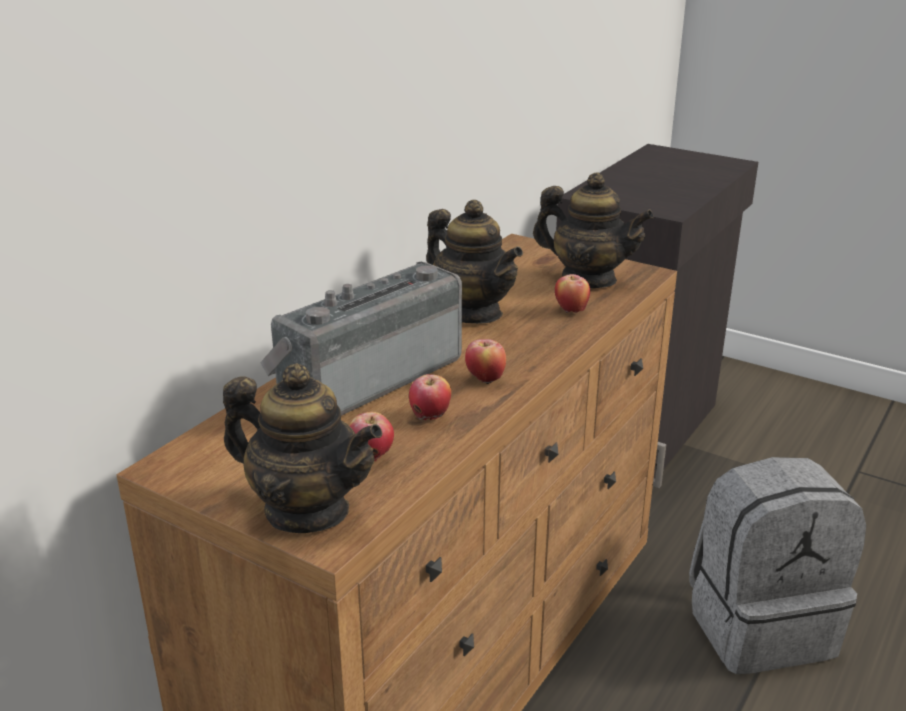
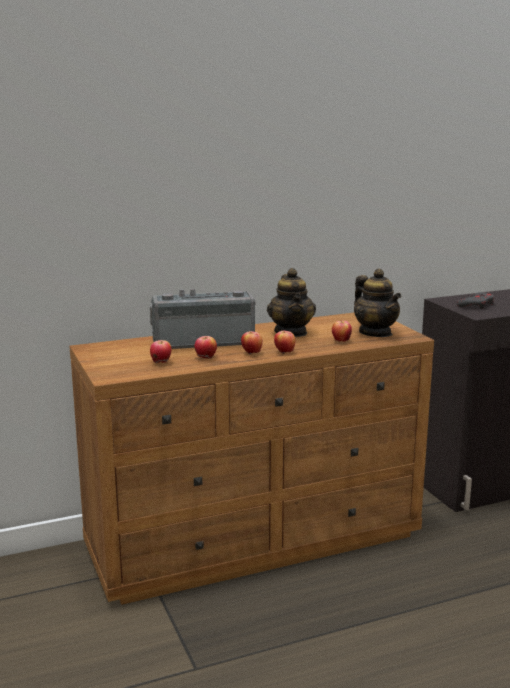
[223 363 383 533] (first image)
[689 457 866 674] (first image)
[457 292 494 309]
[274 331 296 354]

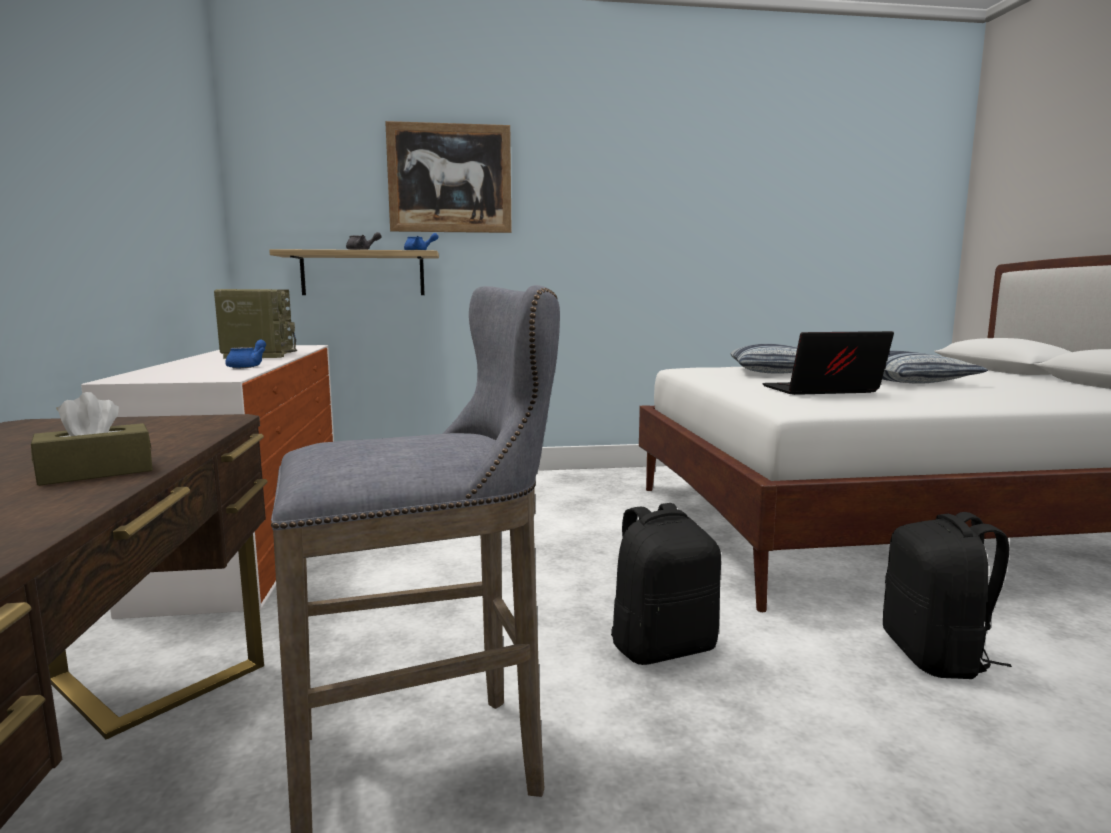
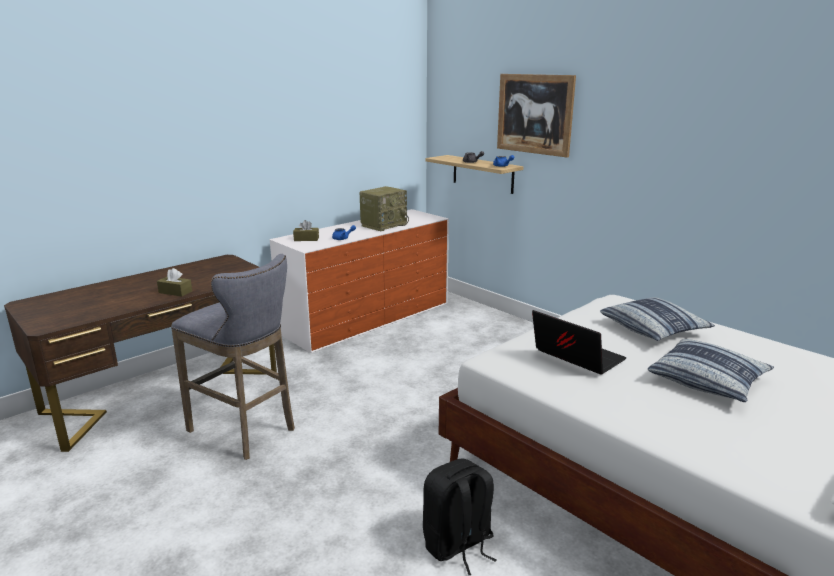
[611 503 721 665] (first image)
[293 220 319 241]

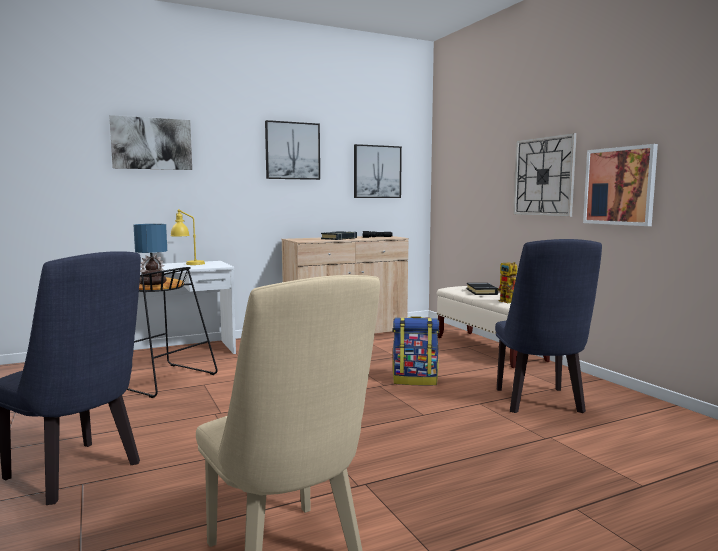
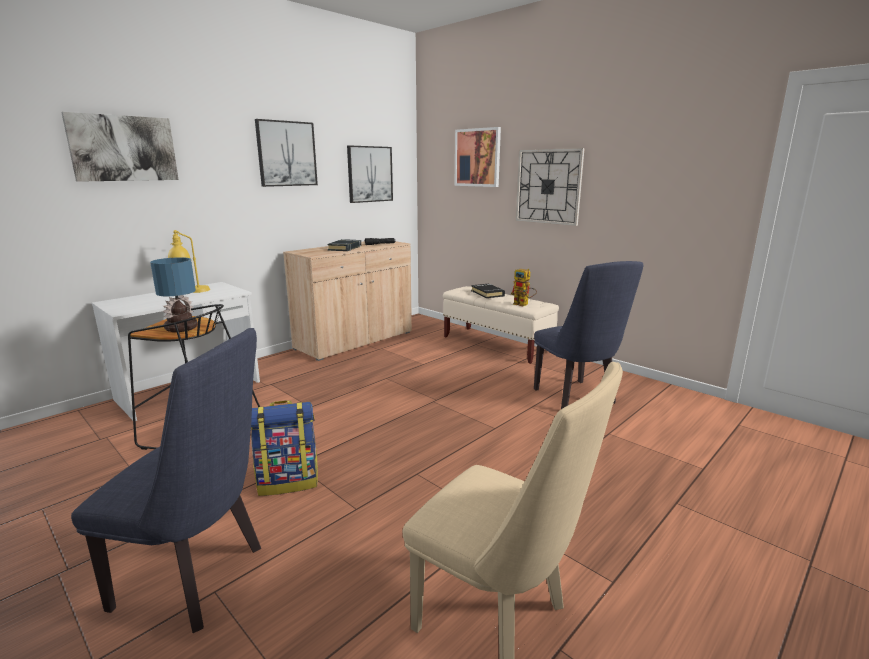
[454 127 501 187]
[251 400 318 496]

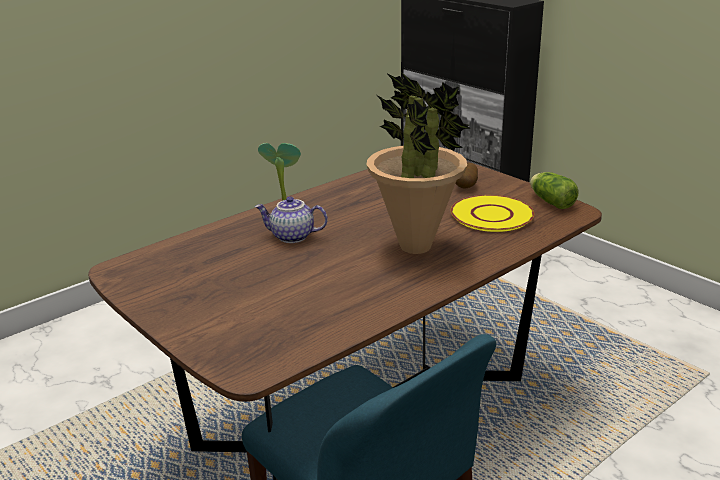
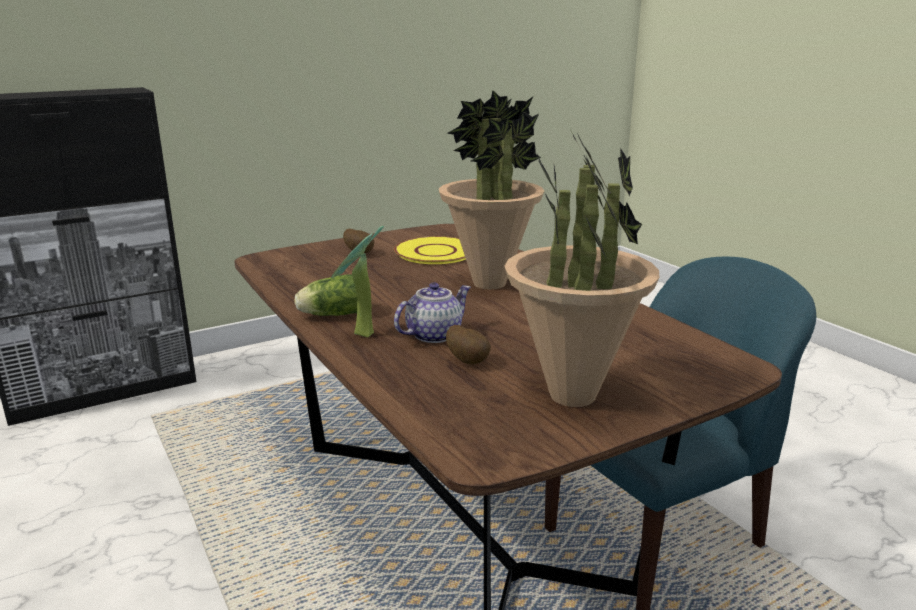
[294 274 357 316]
[394 282 471 343]
[504 129 659 407]
[446 325 491 365]

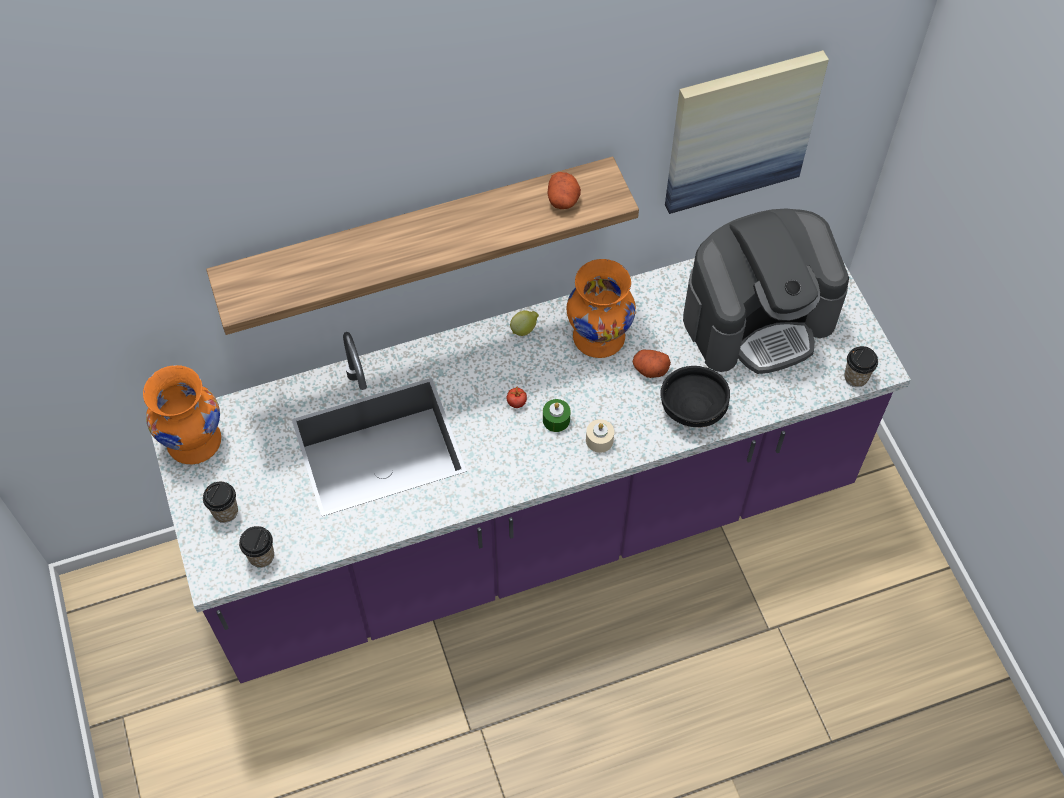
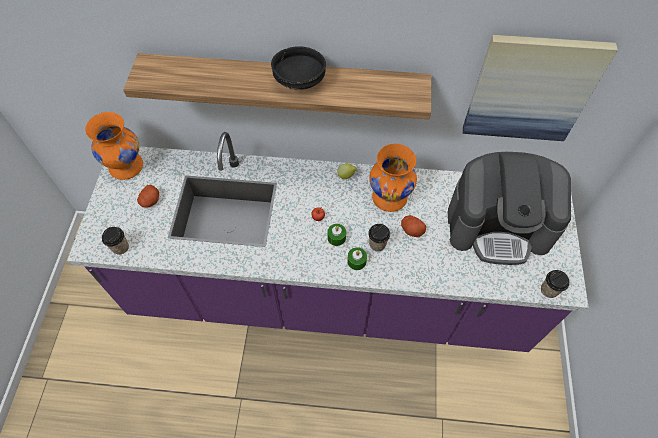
[137 185 159 208]
[271 46 326 90]
[347 247 367 270]
[368 224 390 252]

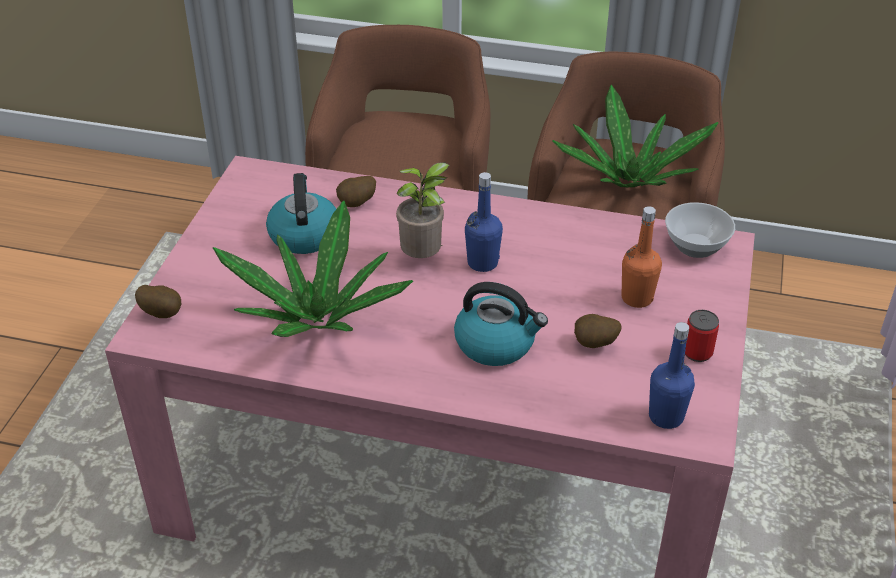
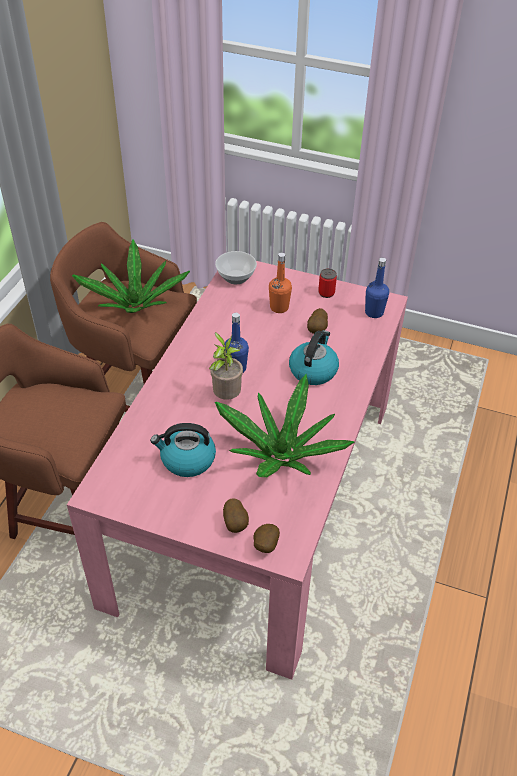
[223 498 249 533]

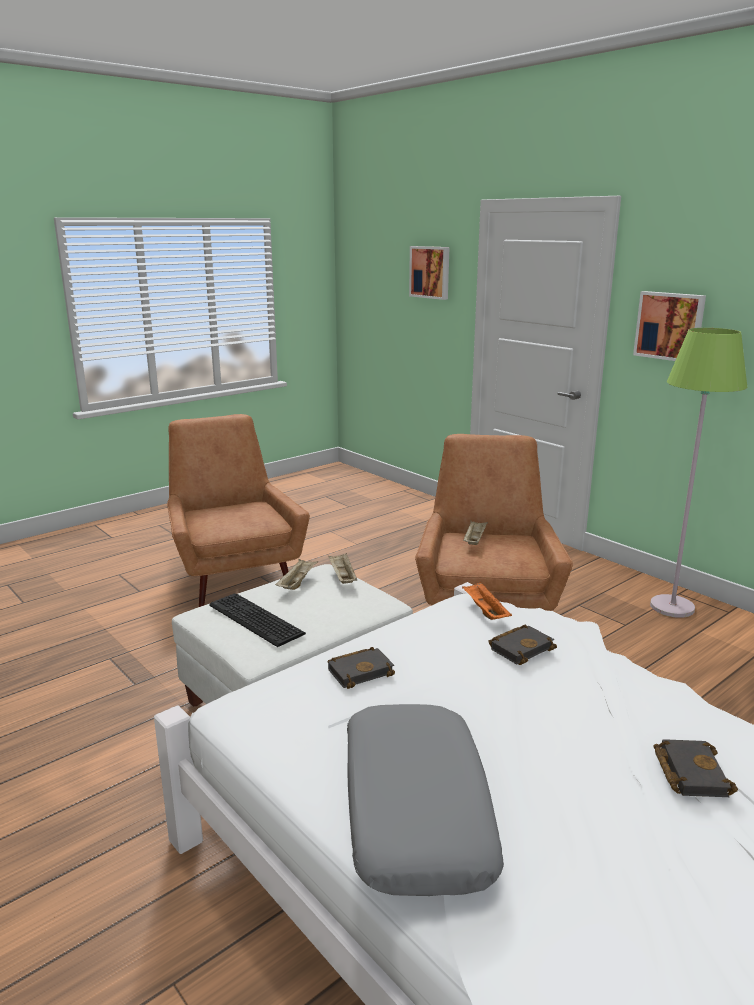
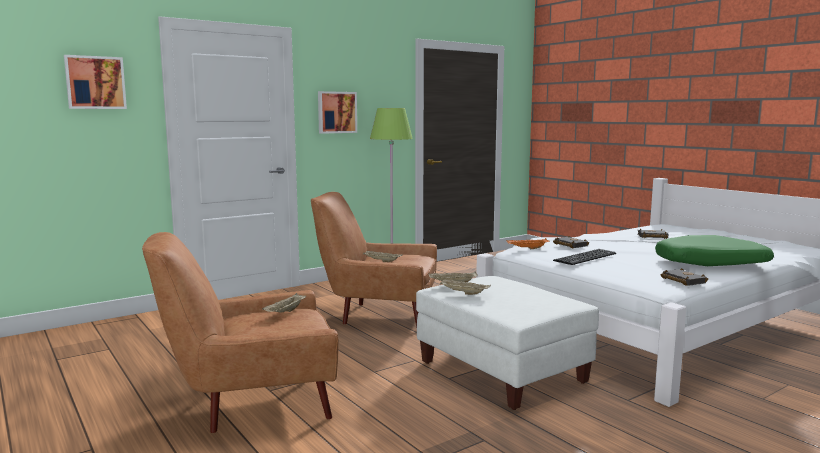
[553 249 616 265]
[661 268 708 286]
[655 235 774 266]
[262 293 306 312]

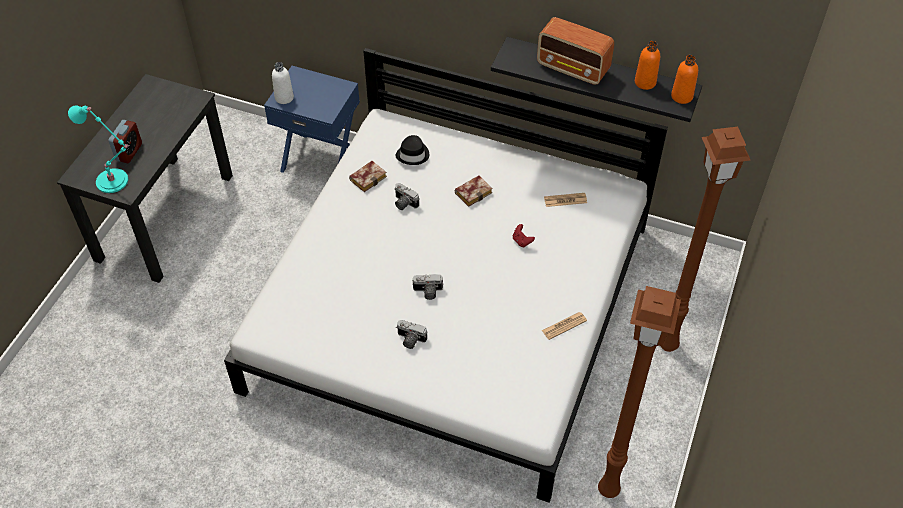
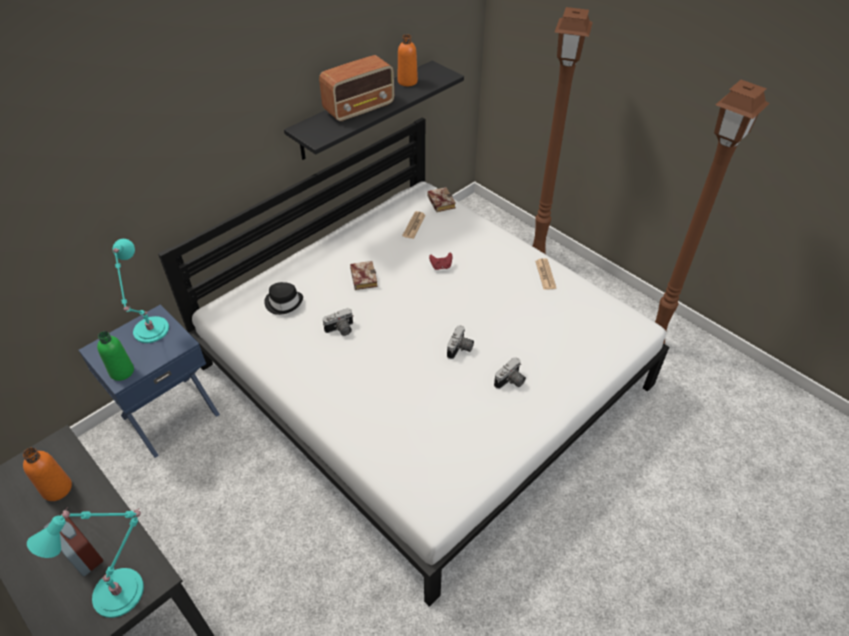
[23 447 72 501]
[97 331 134 381]
[427 187 456 212]
[113 239 169 343]

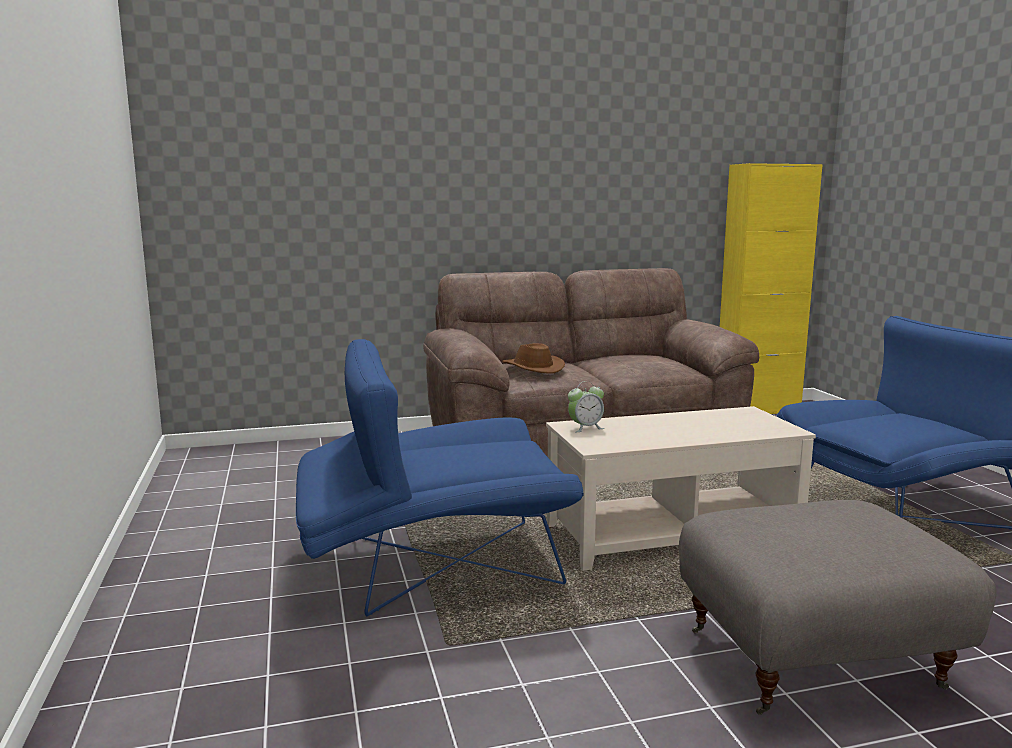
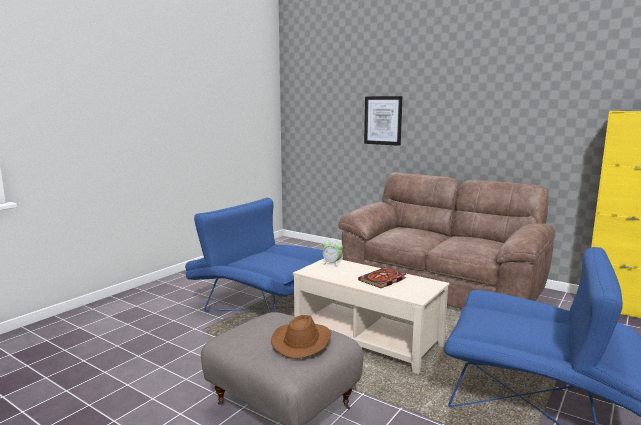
[271 315 331 359]
[364 96 402 146]
[358 267 406 288]

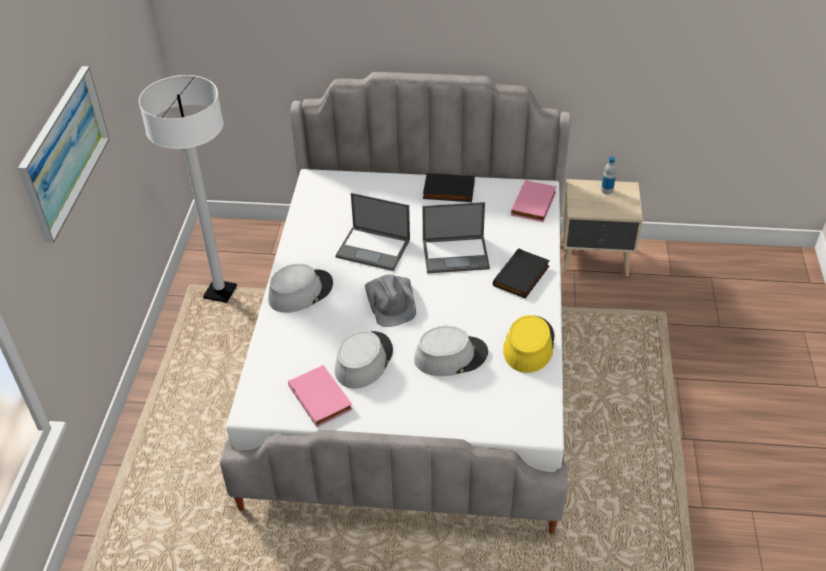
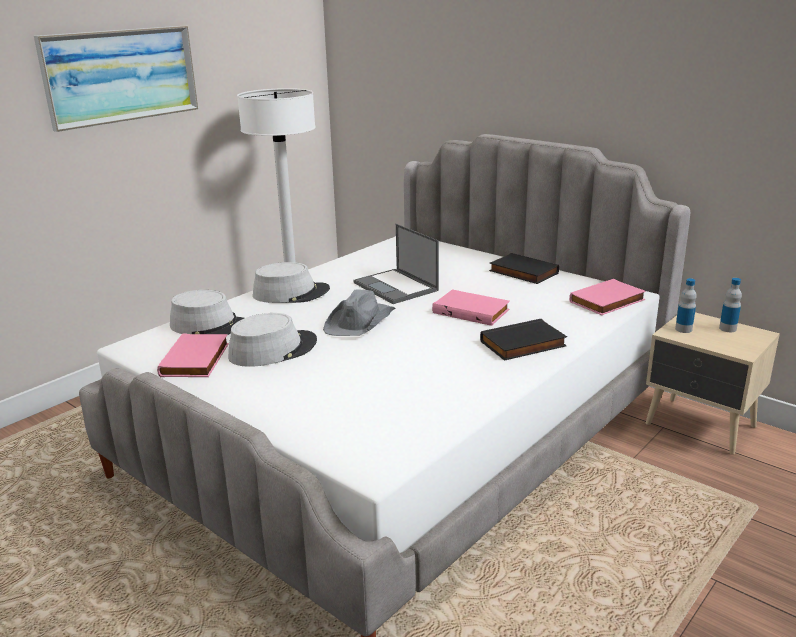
[432 289 510 326]
[503 315 554 373] (first image)
[170 290 244 335]
[675 278 697 333]

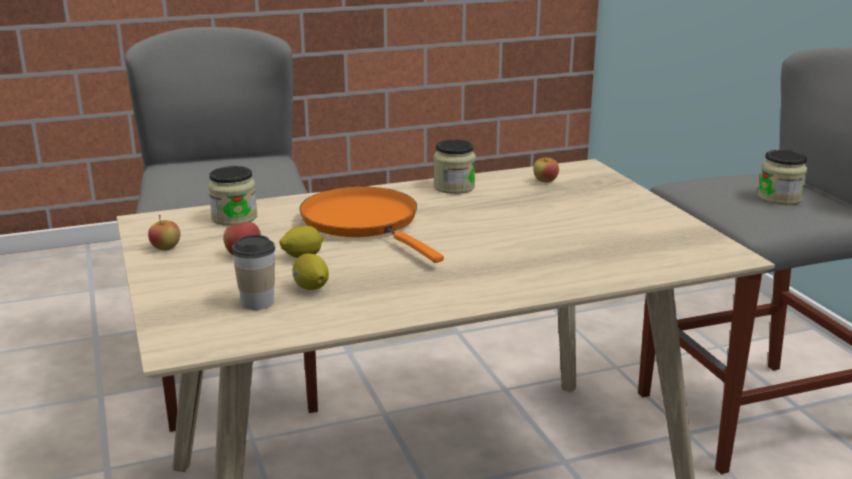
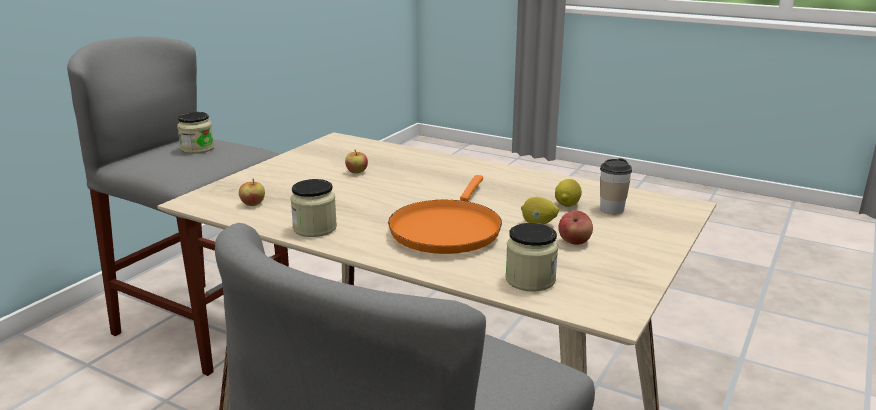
[345 150 368 174]

